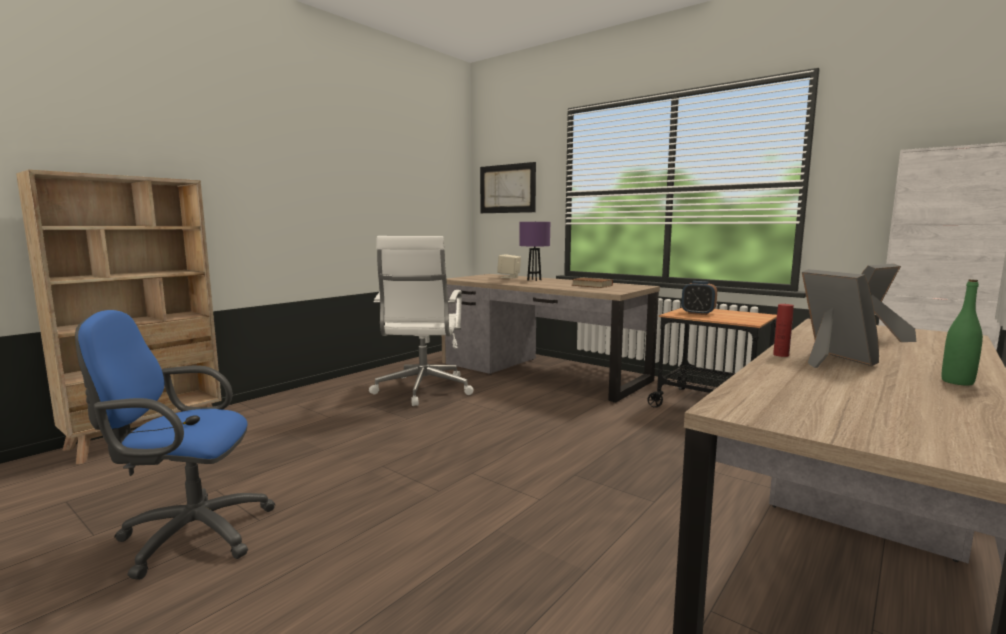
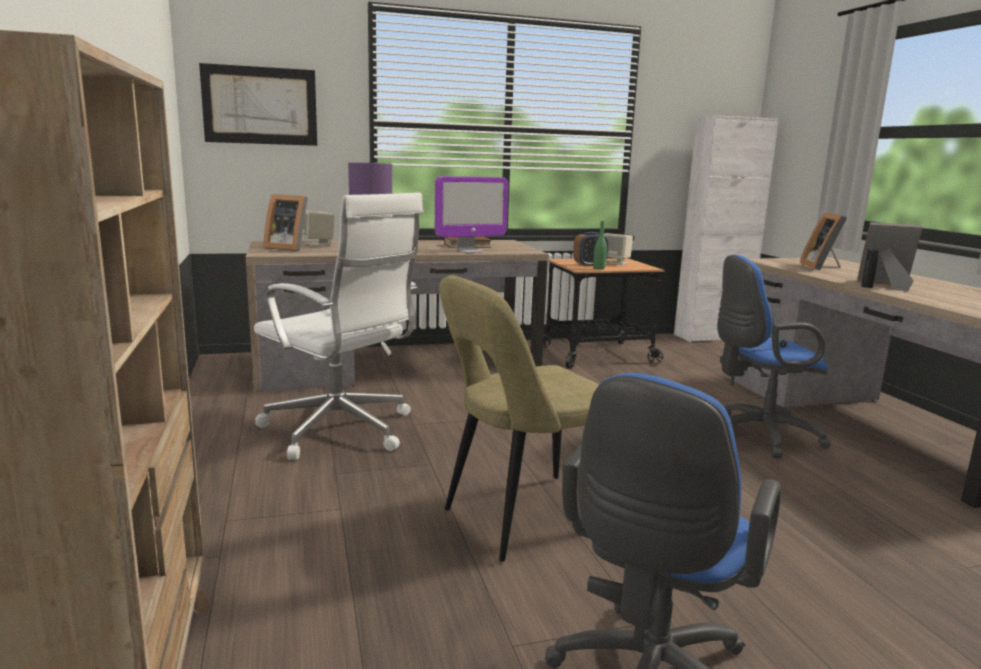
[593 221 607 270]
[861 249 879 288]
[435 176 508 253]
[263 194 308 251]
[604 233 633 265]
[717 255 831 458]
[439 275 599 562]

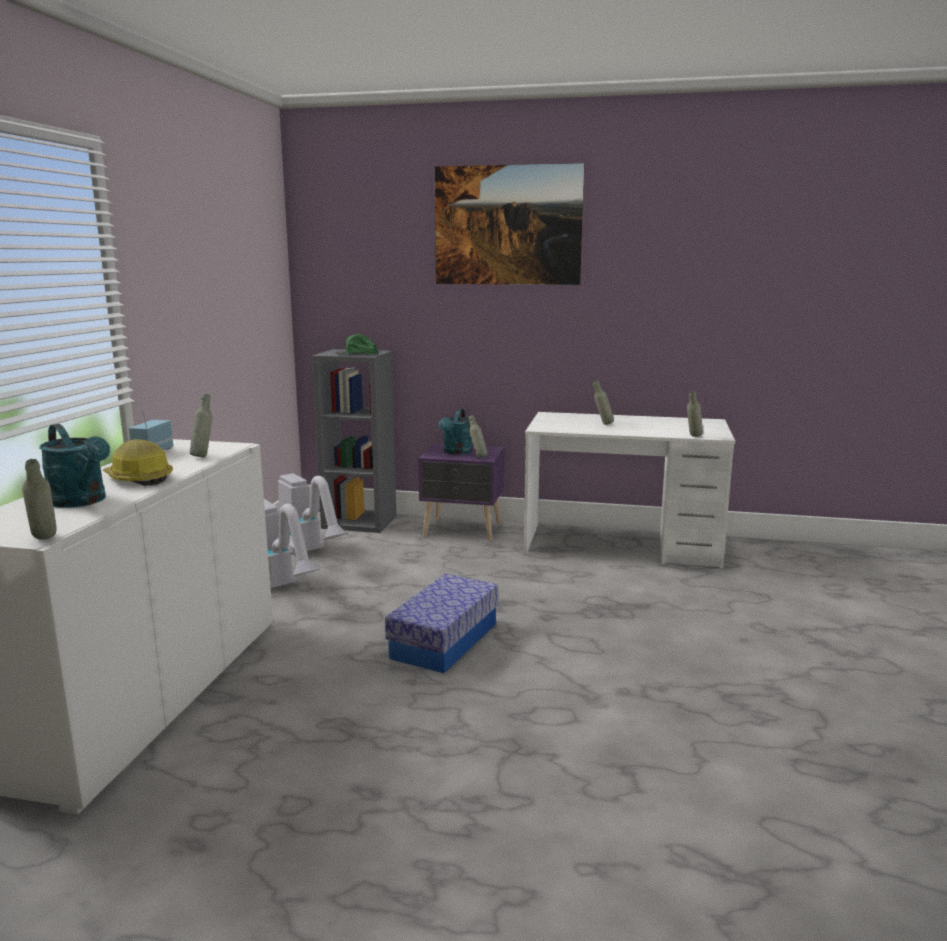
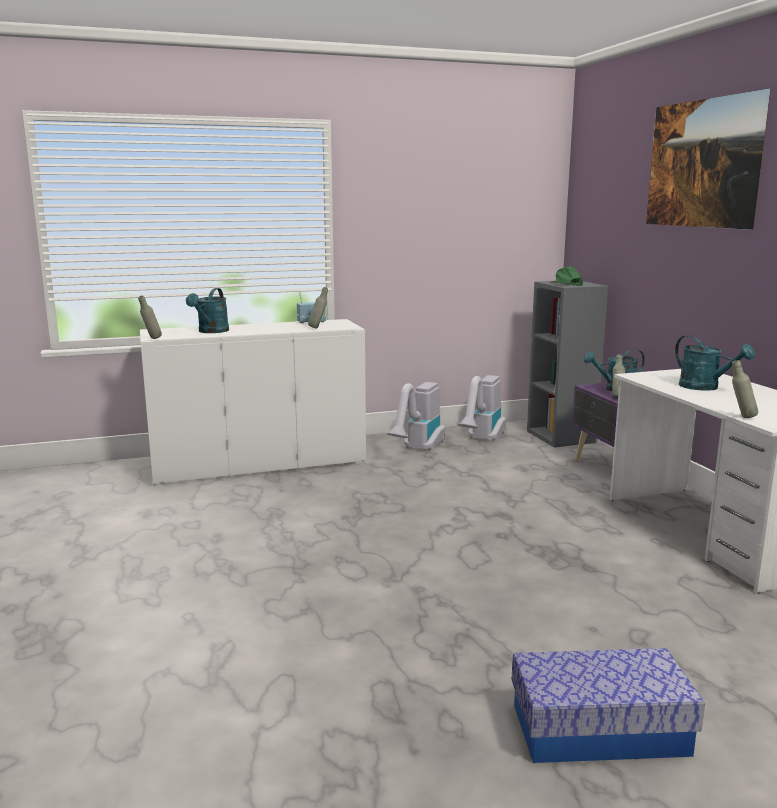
[675 335 755 391]
[103 439 173 486] (first image)
[512 648 705 763]

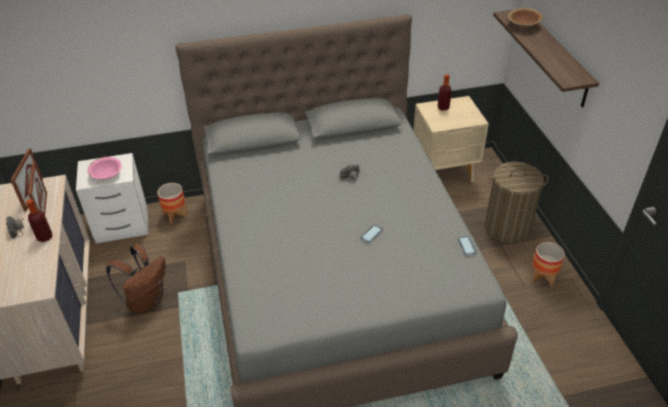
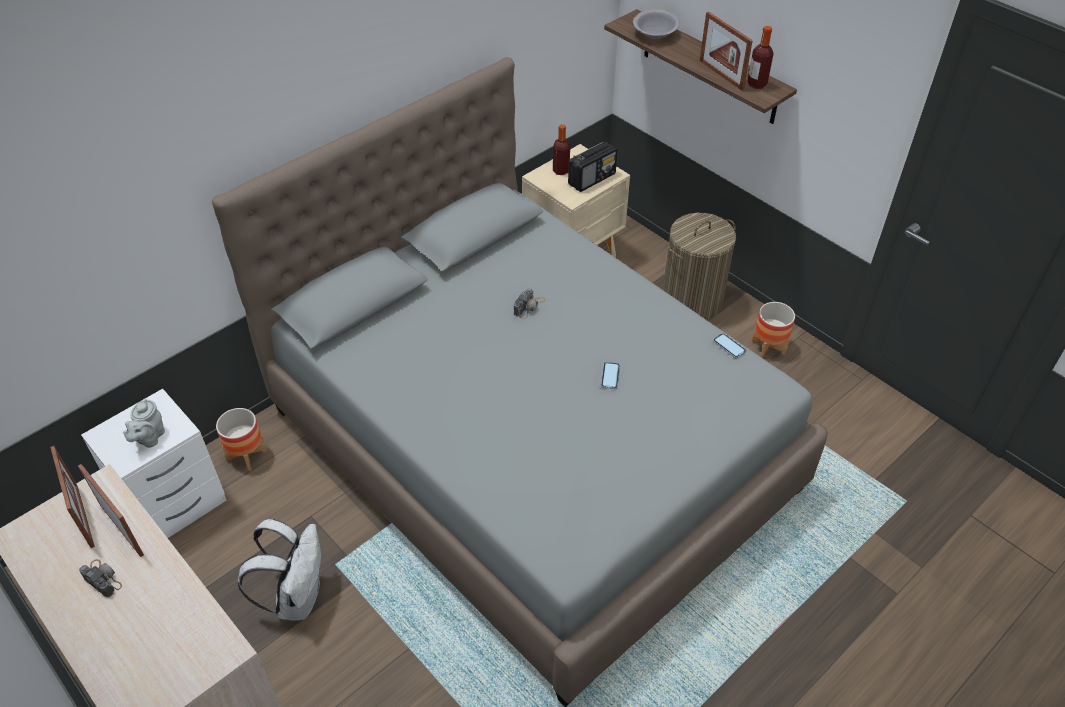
[633 9 680 39]
[123 399 165 448]
[747 26 774 89]
[238 519 321 621]
[700 11 753 91]
[568 142 617 192]

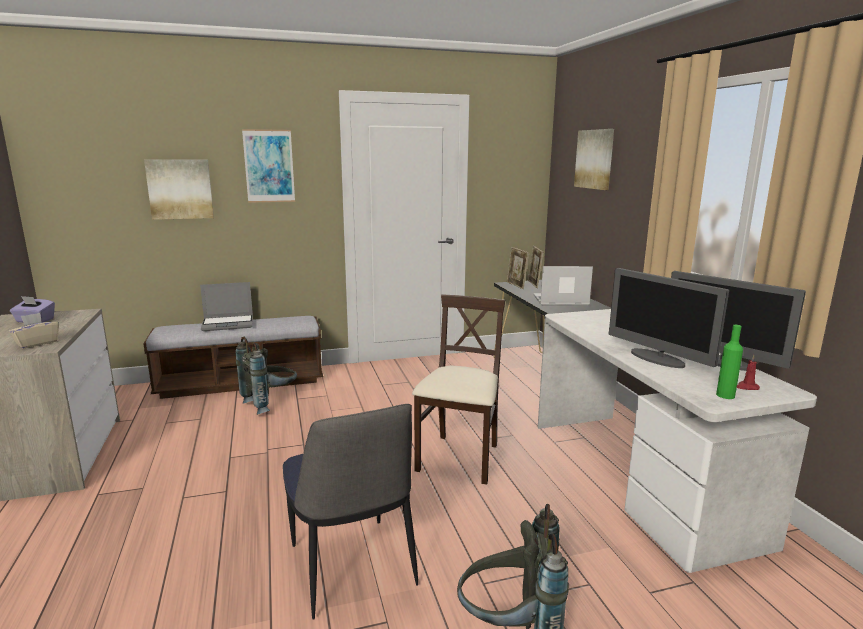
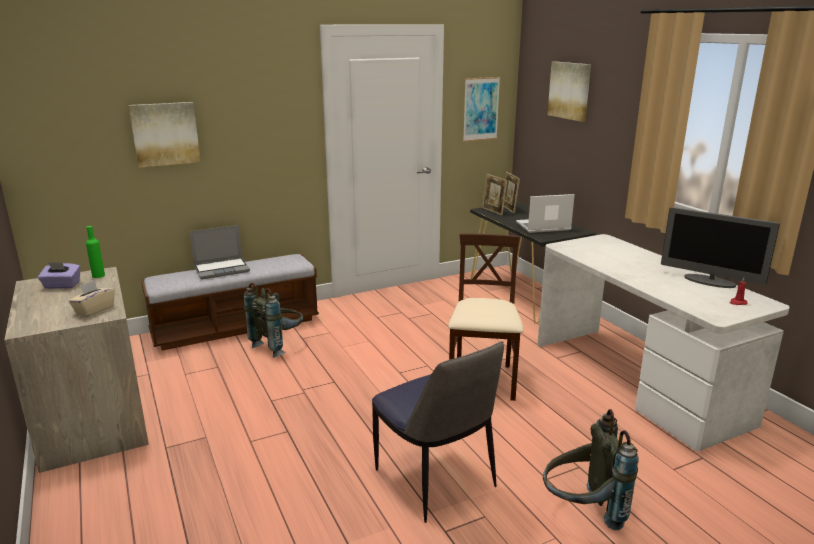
[463 77 500 142]
[609 268 729 368] (first image)
[86 226 105 278]

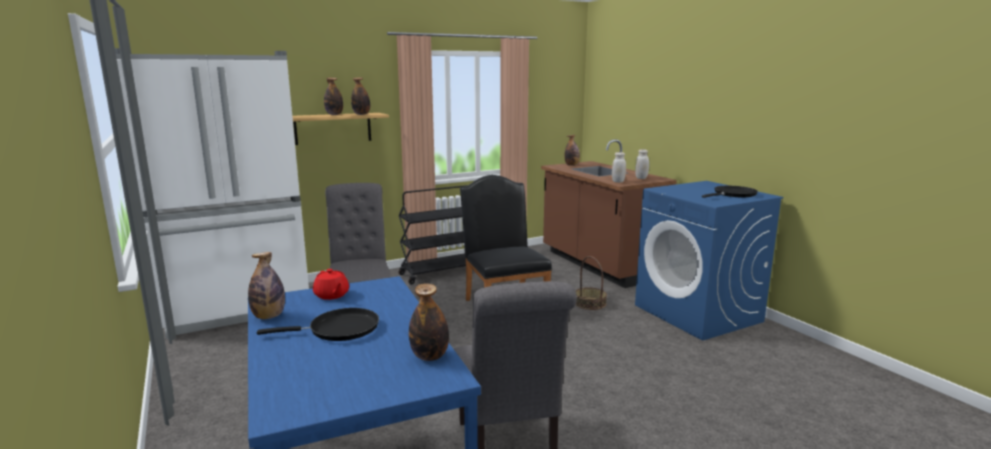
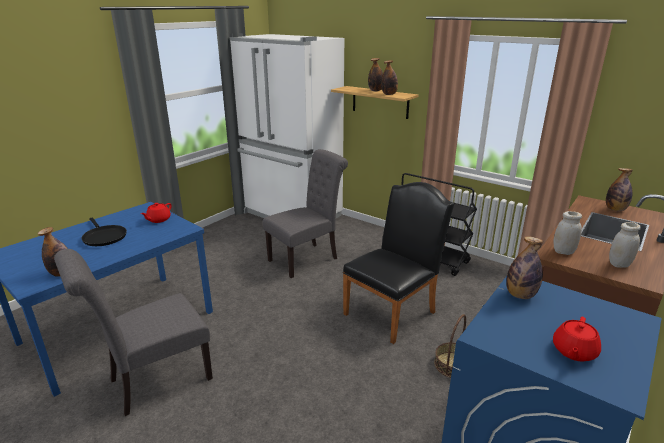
[553 317 601 362]
[506 236 543 299]

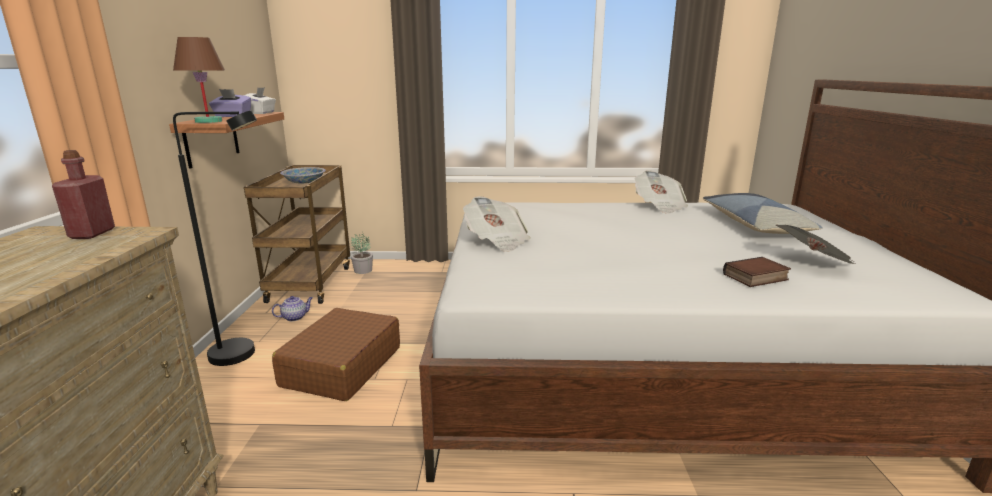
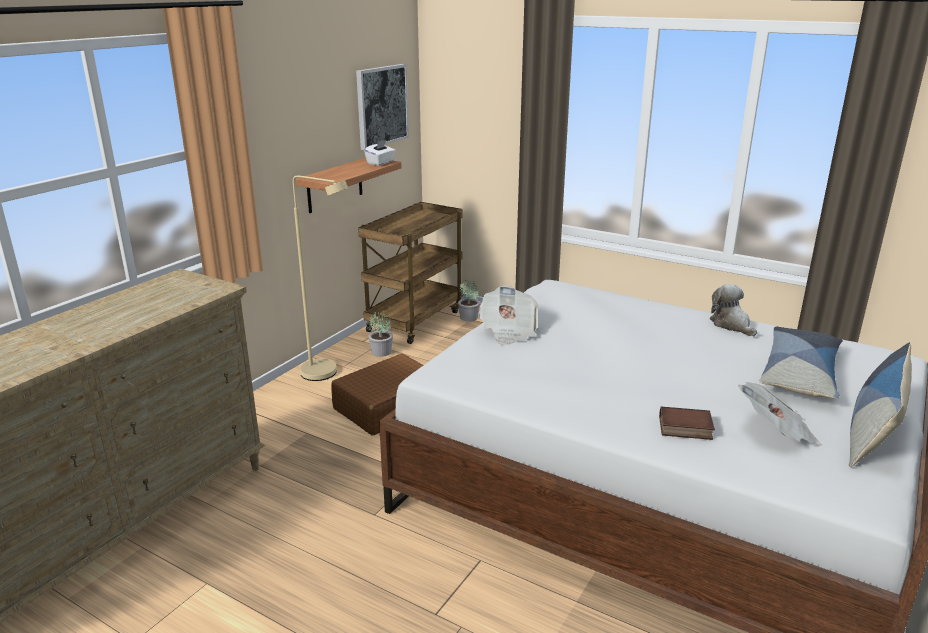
[173 37 225 123] (first image)
[209 89 251 117] (first image)
[293 176 348 381]
[52 150 115 239] (first image)
[280 167 326 183] (first image)
[710 284 757 337]
[368 311 393 357]
[356 64 409 150]
[849 342 912 467]

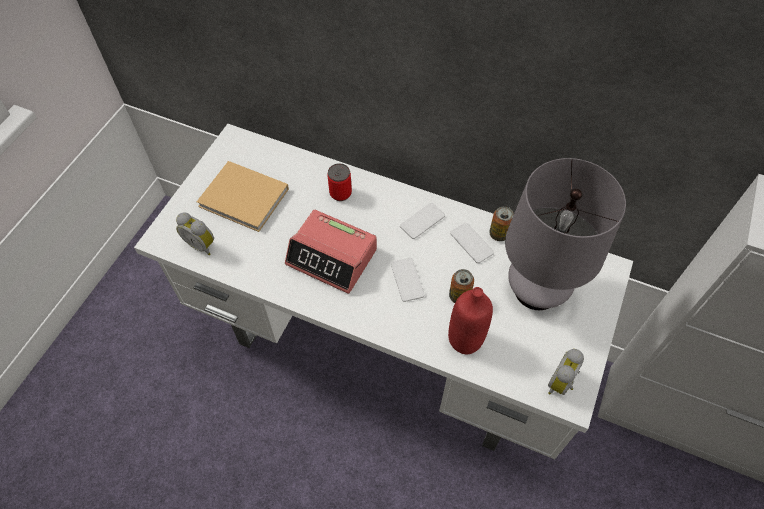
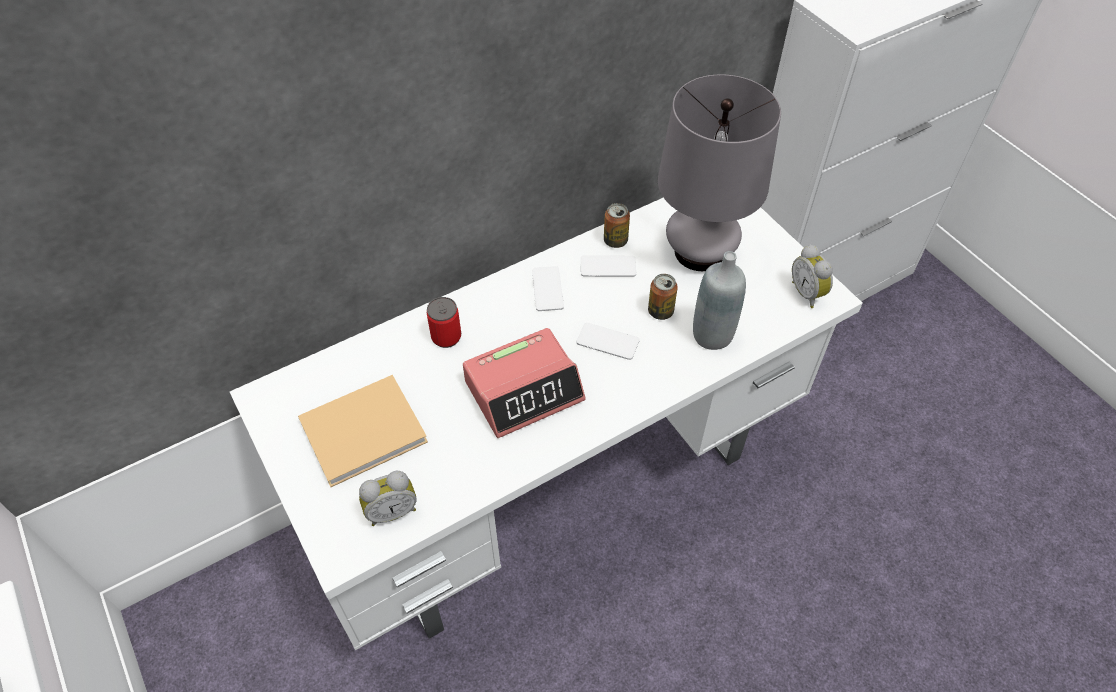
[693 251 746 350]

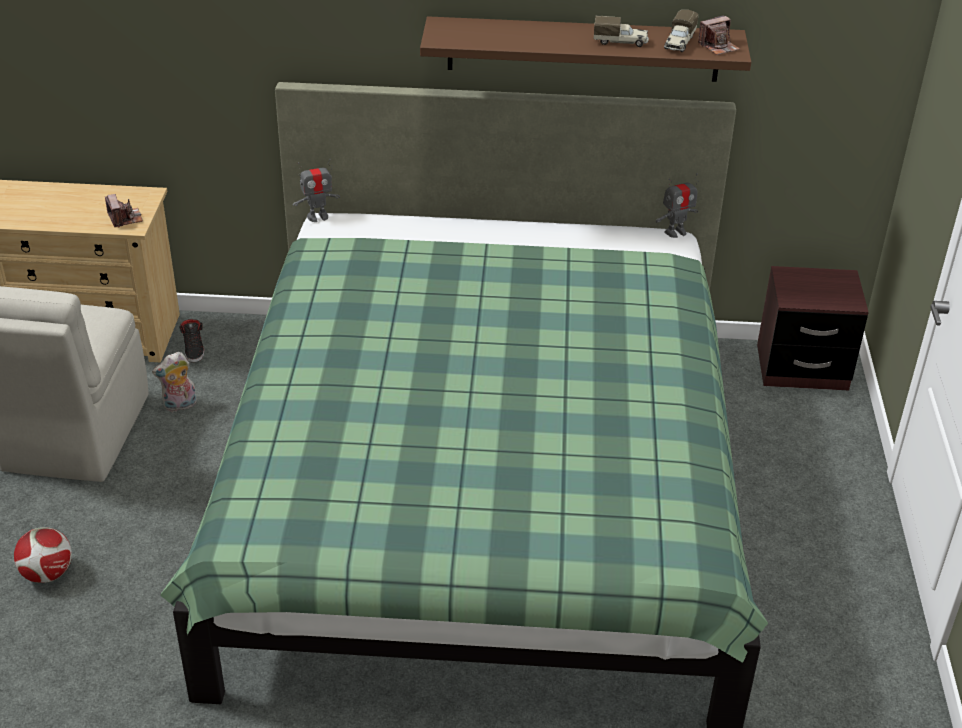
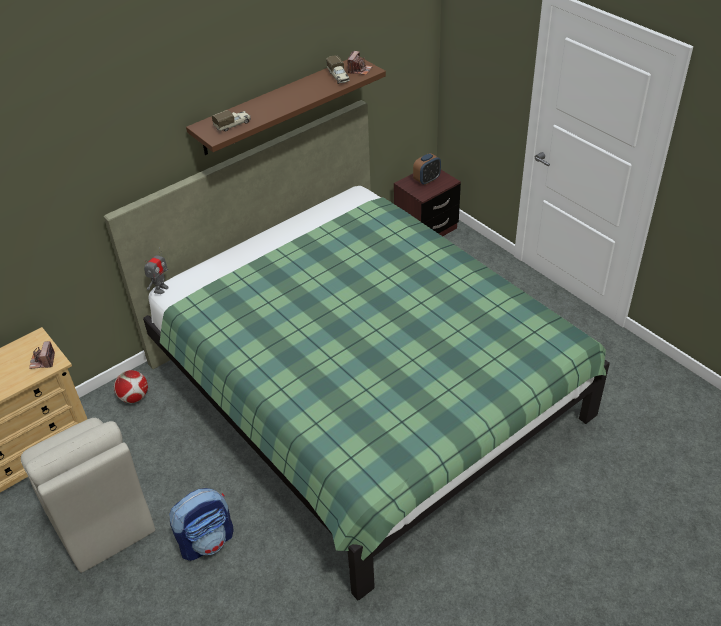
[212 110 251 132]
[656 174 698 238] (first image)
[29 341 55 369]
[179 319 204 363] (first image)
[152 352 197 412] (first image)
[114 370 148 403]
[413 153 441 185]
[169 488 234 561]

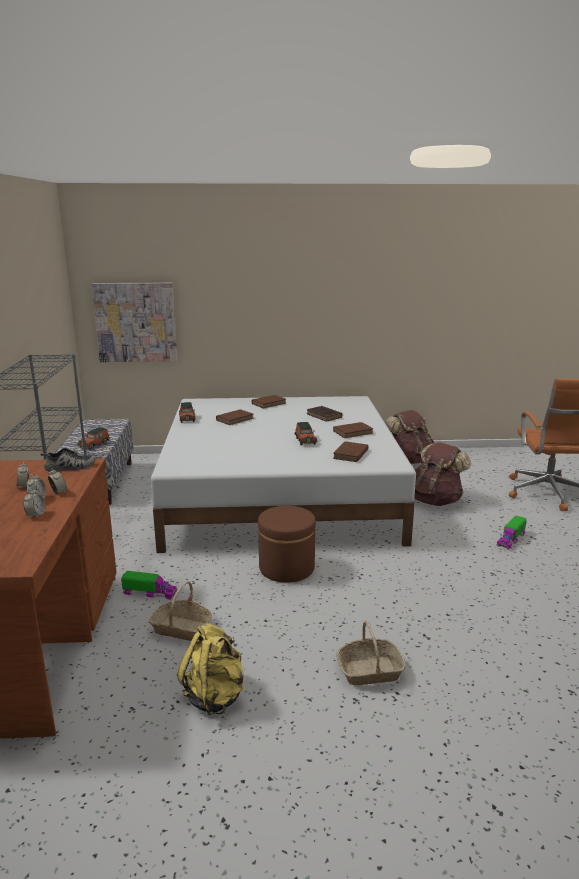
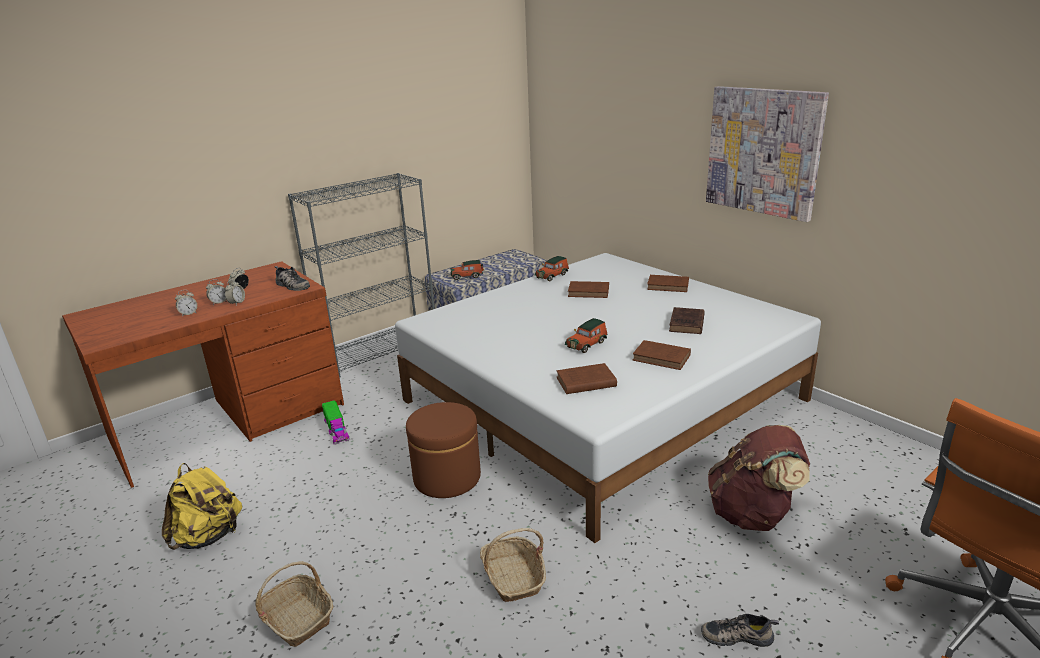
[706 86 829 222]
[385 410 434 464] (first image)
[701 614 779 647]
[480 528 546 602]

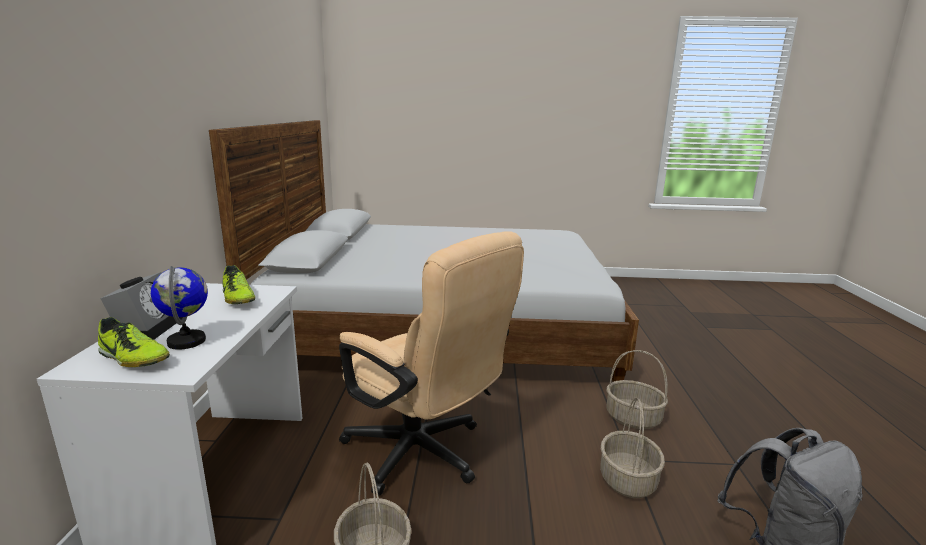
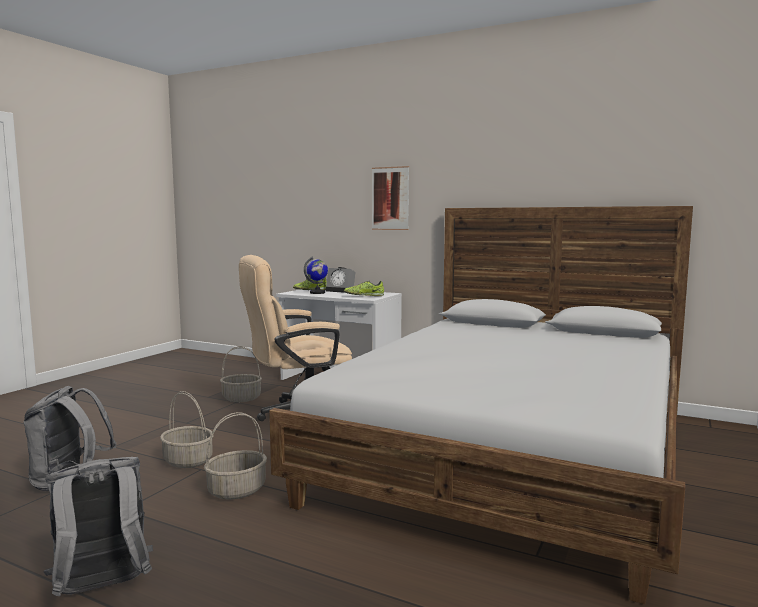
[372 166 409 230]
[43 457 153 596]

